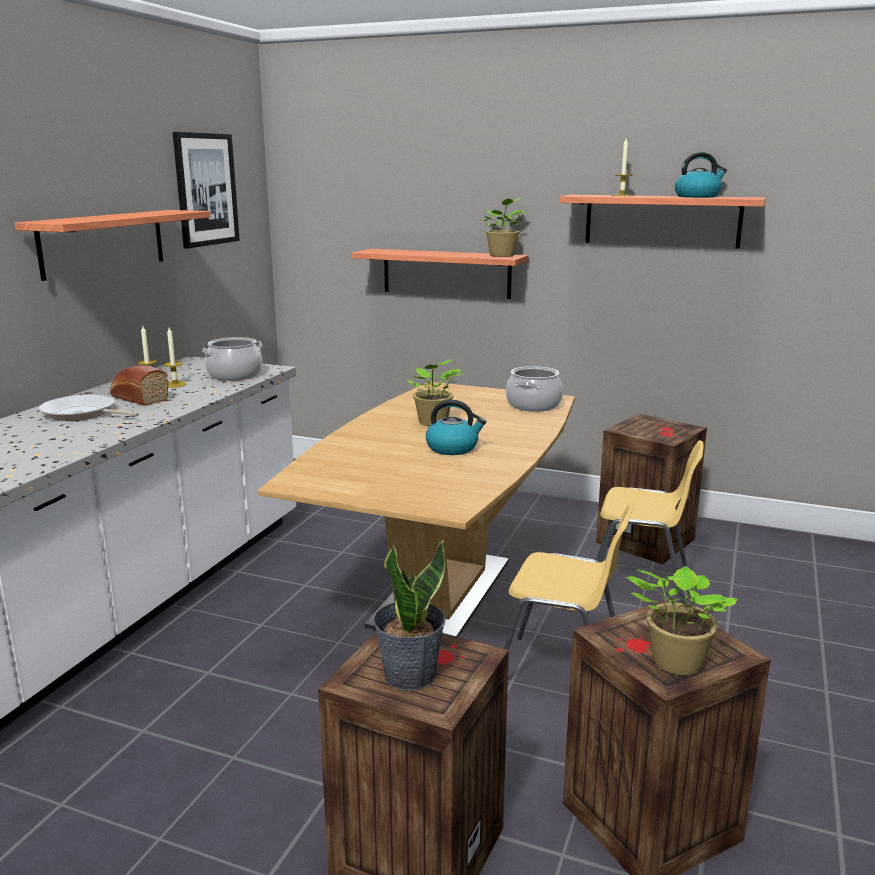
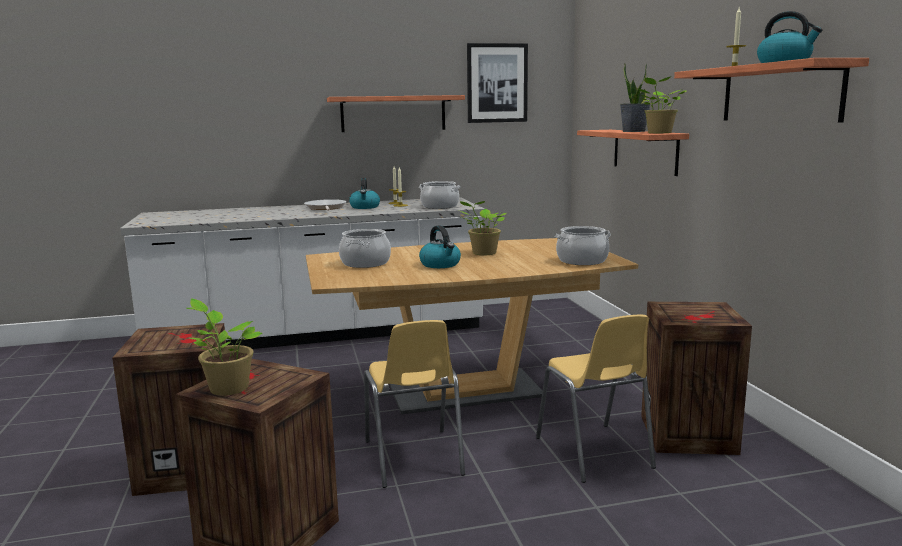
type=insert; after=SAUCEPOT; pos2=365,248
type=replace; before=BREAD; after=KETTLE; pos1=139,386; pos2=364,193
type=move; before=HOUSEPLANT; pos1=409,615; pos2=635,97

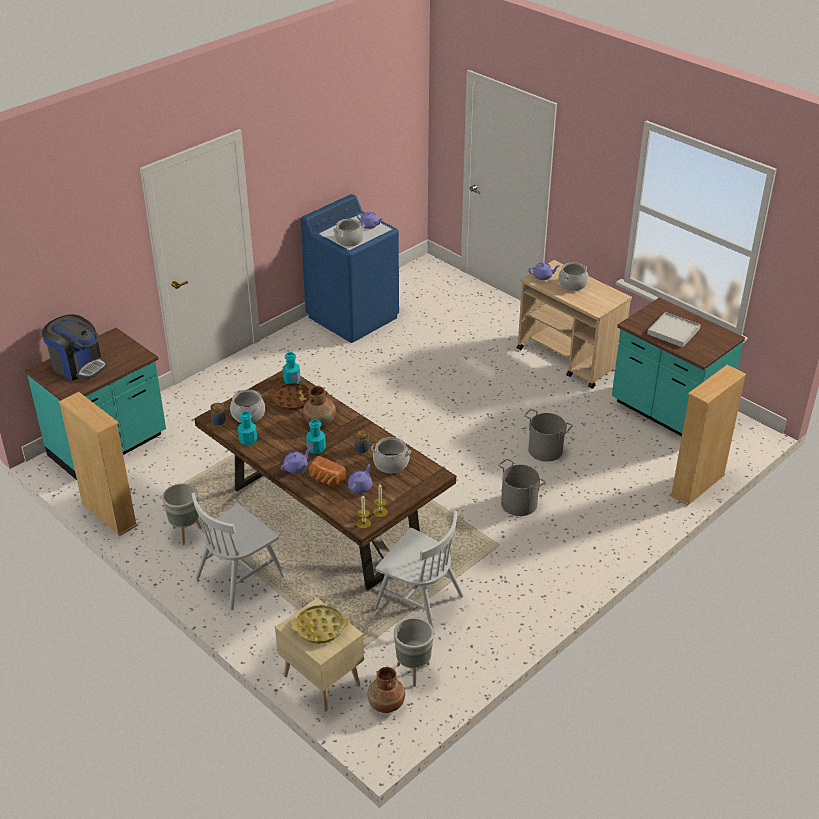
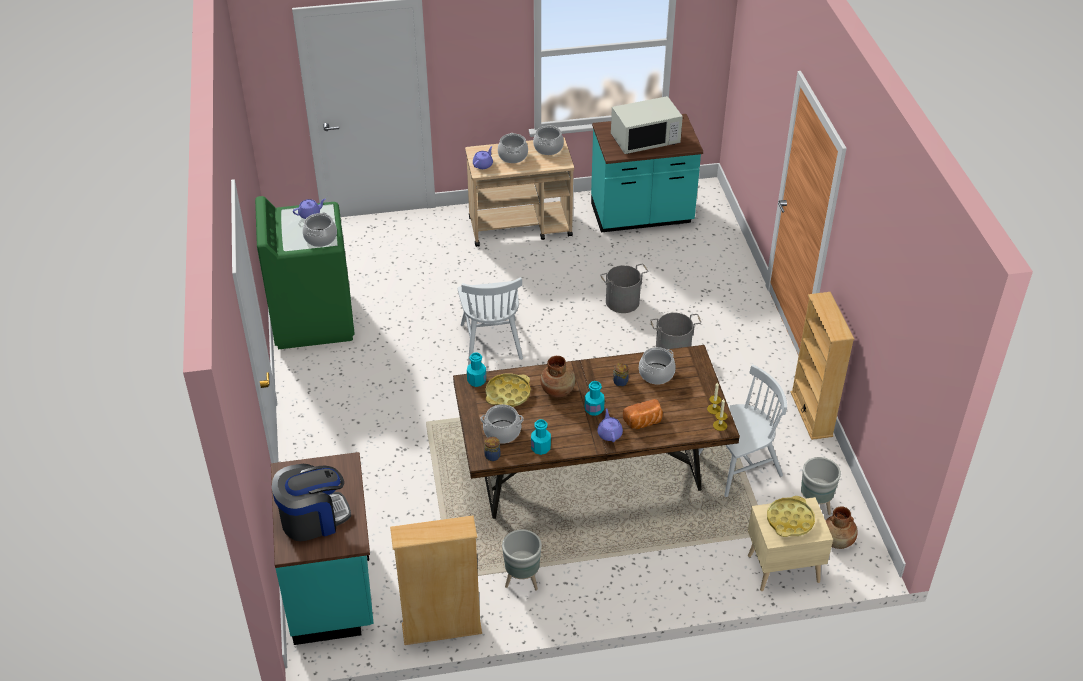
type=recolor; before=BLUISH WASHING MACHINE; after=GREEN WASHING MACHINE; pos1=350,268; pos2=305,273
type=move; before=WHITE CHAIR; pos1=238,551; pos2=490,321
type=recolor; before=BROWN CARRYING TRAY; after=YELLOW-COLOURED CARRYING TRAY; pos1=289,396; pos2=508,390
type=insert; after=SAUCEPOT; pos2=548,140
type=replace; before=WHITE CARRYING TRAY; after=WHITE KITCHEN MICROWAVE; pos1=674,329; pos2=647,125
type=move; before=SAND-COLOURED BOOKCASE; pos1=708,435; pos2=822,366
type=delete; before=PURPLISH TEAPOT; pos1=360,478

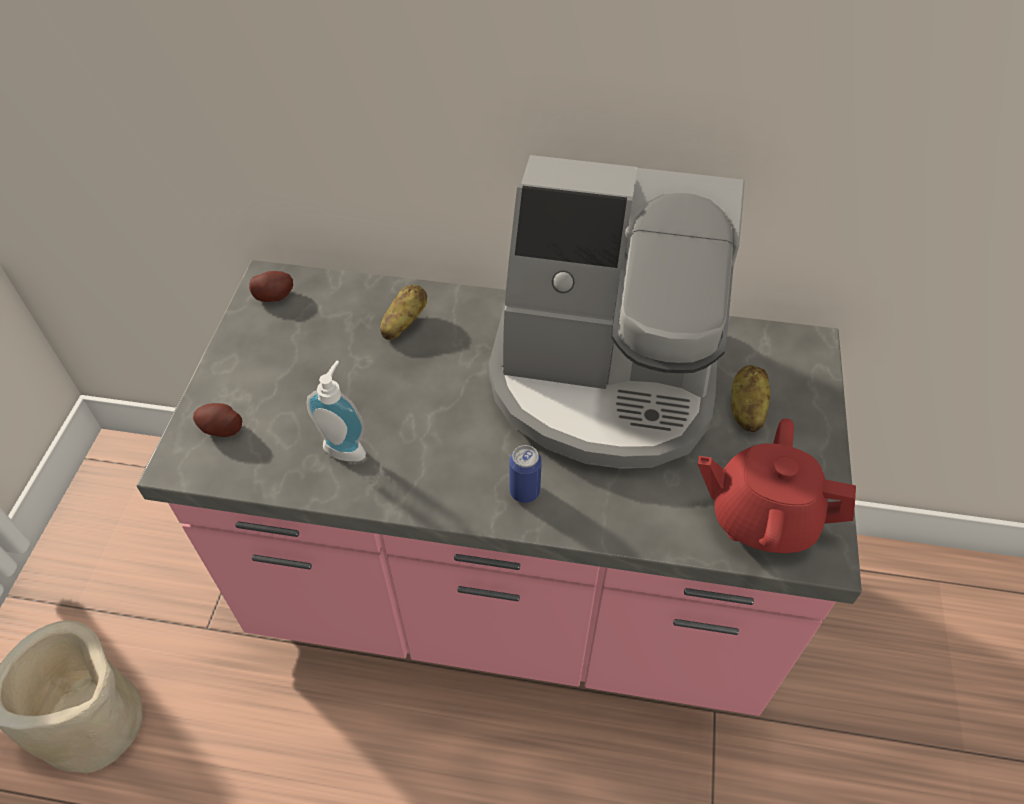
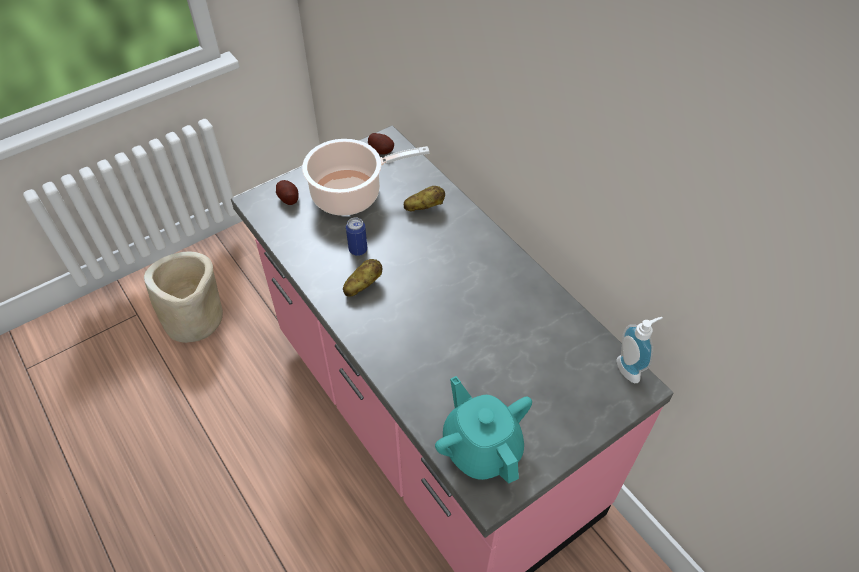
type=insert; after=SAUCEPOT; pos2=366,177
type=move; before=POTATO; pos1=751,398; pos2=362,277
type=move; before=CAN; pos1=525,474; pos2=356,236
type=recolor; before=RED-COLOURED TEAPOT; after=TURQUOISE TEAPOT; pos1=777,486; pos2=483,430
type=move; before=LIQUID SOAP BOTTLE; pos1=336,411; pos2=639,350
type=delete; before=COFFEE BREWER; pos1=617,312

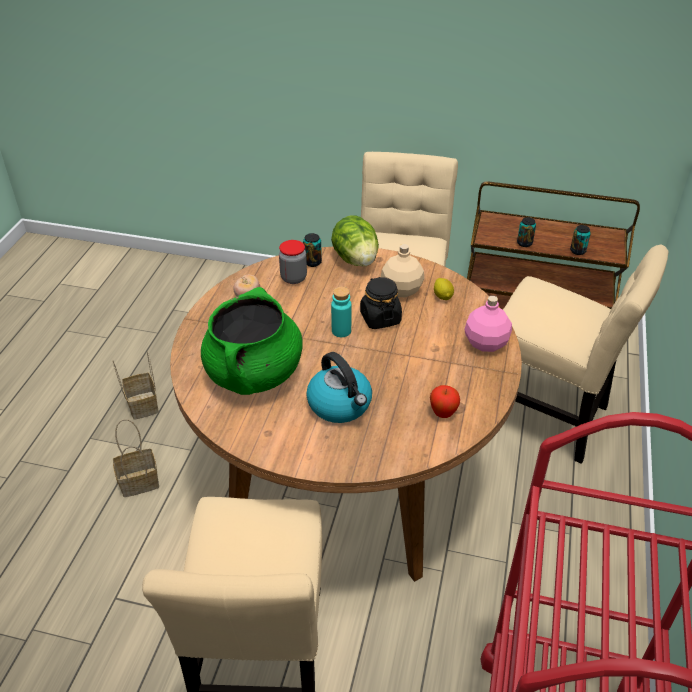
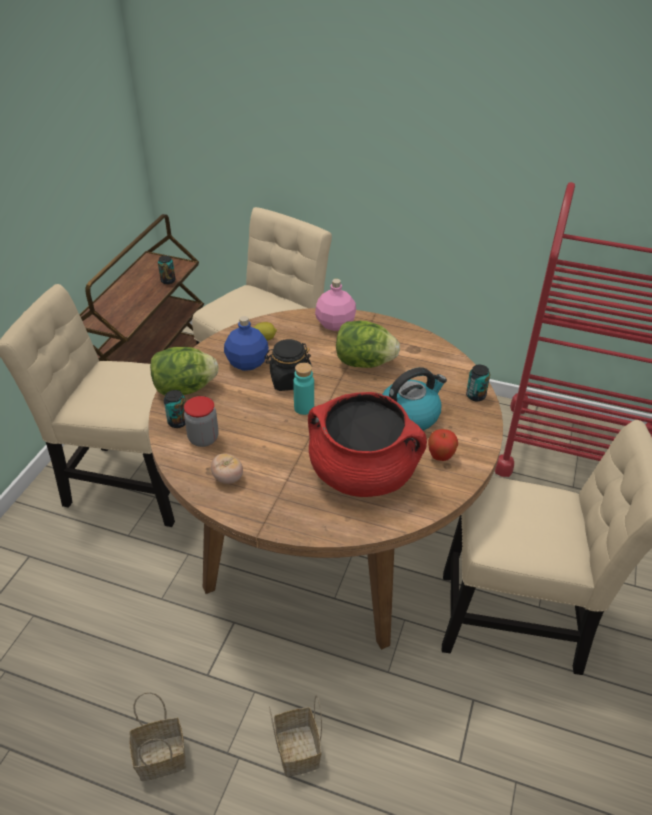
type=recolor; before=SAND-COLOURED DRINK BOTTLE; after=BLUISH DRINK BOTTLE; pos1=402,270; pos2=246,343
type=recolor; before=GREEN SAUCEPOT; after=RED-COLOURED SAUCEPOT; pos1=252,341; pos2=367,444
type=insert; after=HEAD OF LETTUCE; pos2=368,344
type=move; before=APPLE FRUIT; pos1=445,401; pos2=443,445
type=move; before=CAN; pos1=526,232; pos2=478,383

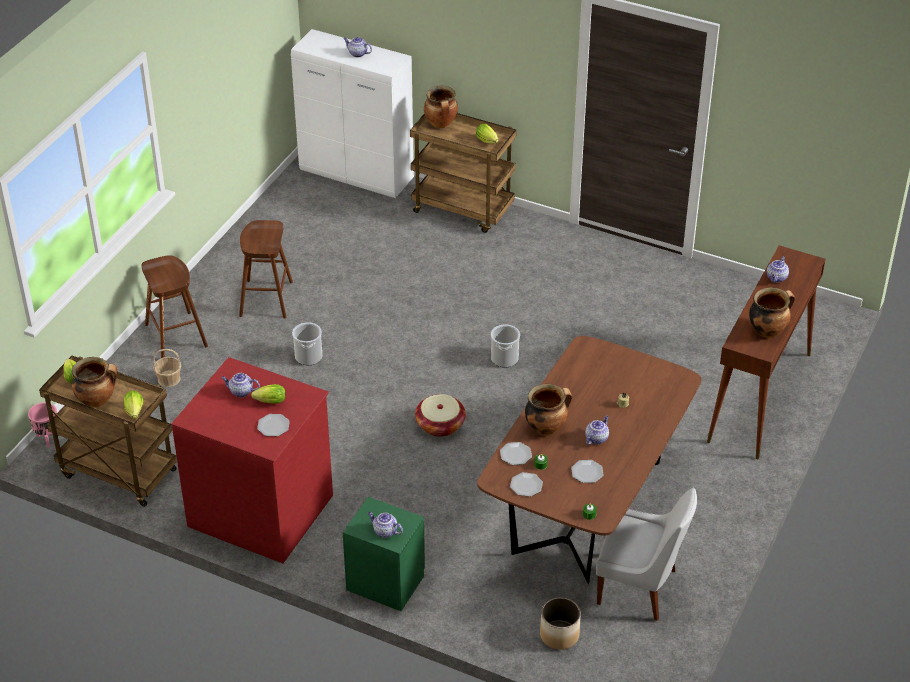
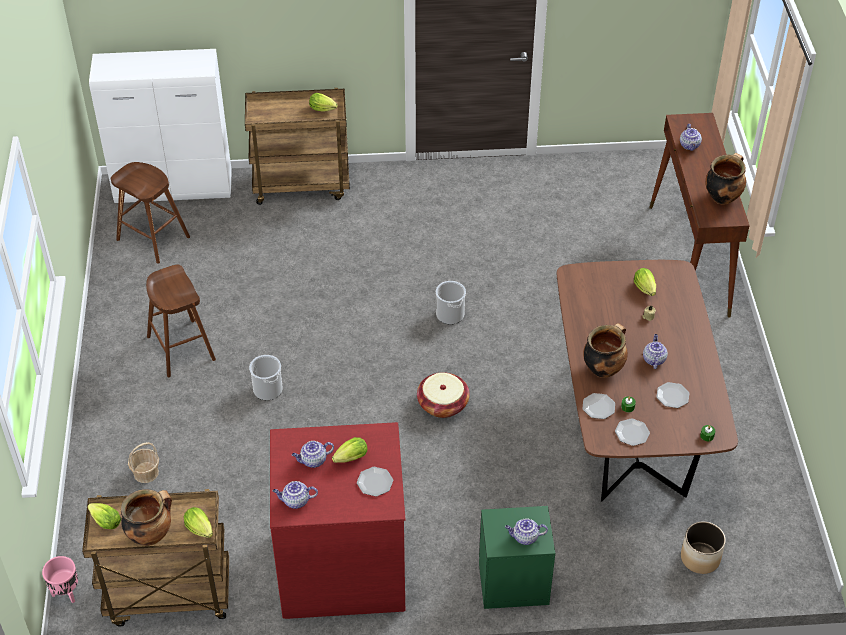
type=move; before=BROWN STOOL SEAT; pos1=174,306; pos2=150,212
type=move; before=TEAPOT; pos1=357,47; pos2=295,495
type=insert; after=HEAD OF LETTUCE; pos2=645,282
type=delete; before=SAUCEPOT; pos1=441,106
type=delete; before=WHITE CHAIR; pos1=646,554

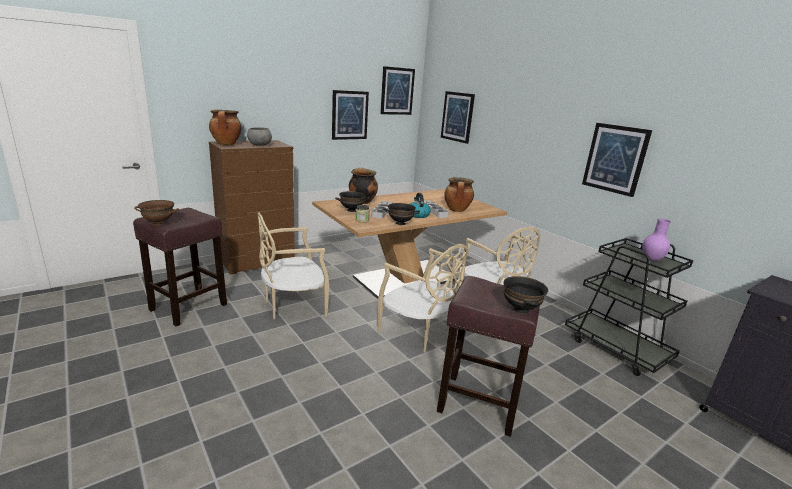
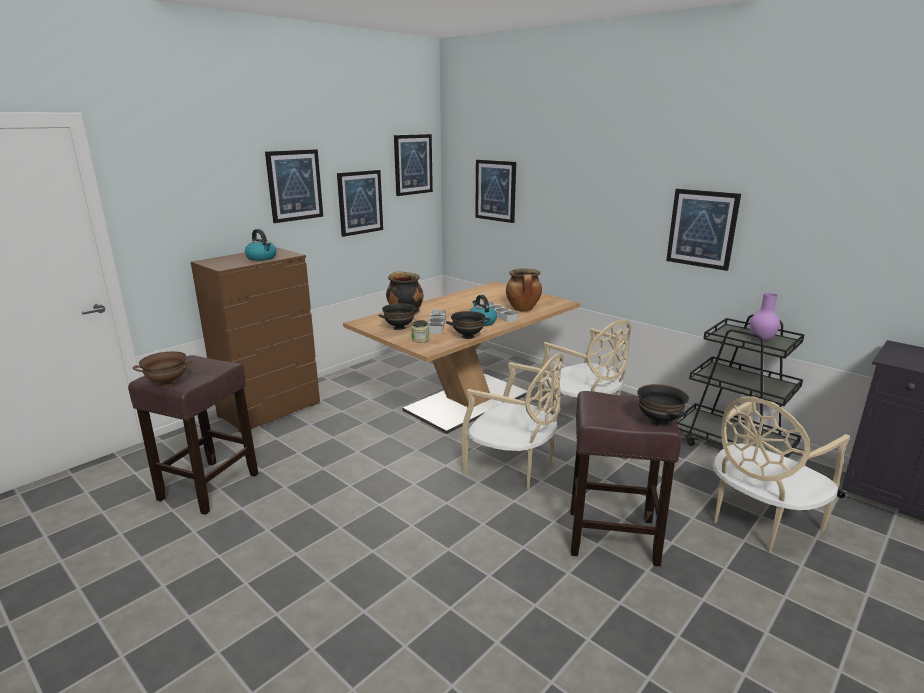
type=replace; before=GRAY BOWL; after=KETTLE; pos1=259,136; pos2=261,245
type=insert; after=PICTURE; pos2=294,186
type=move; before=SAND-COLOURED CHAIR; pos1=293,265; pos2=781,474
type=delete; before=SAUCEPOT; pos1=225,127

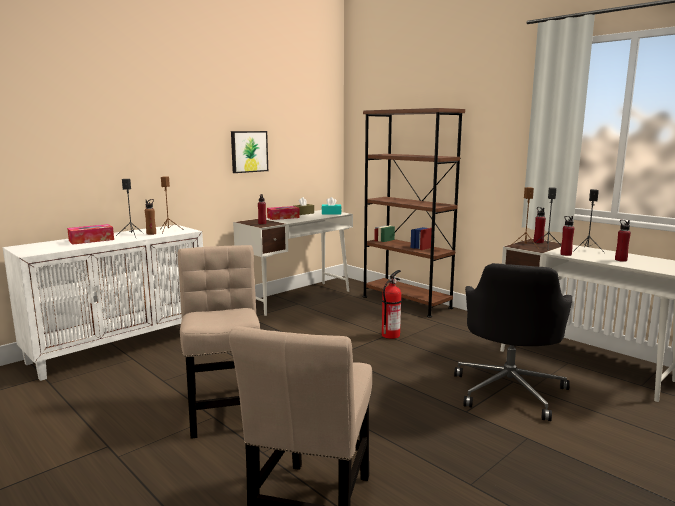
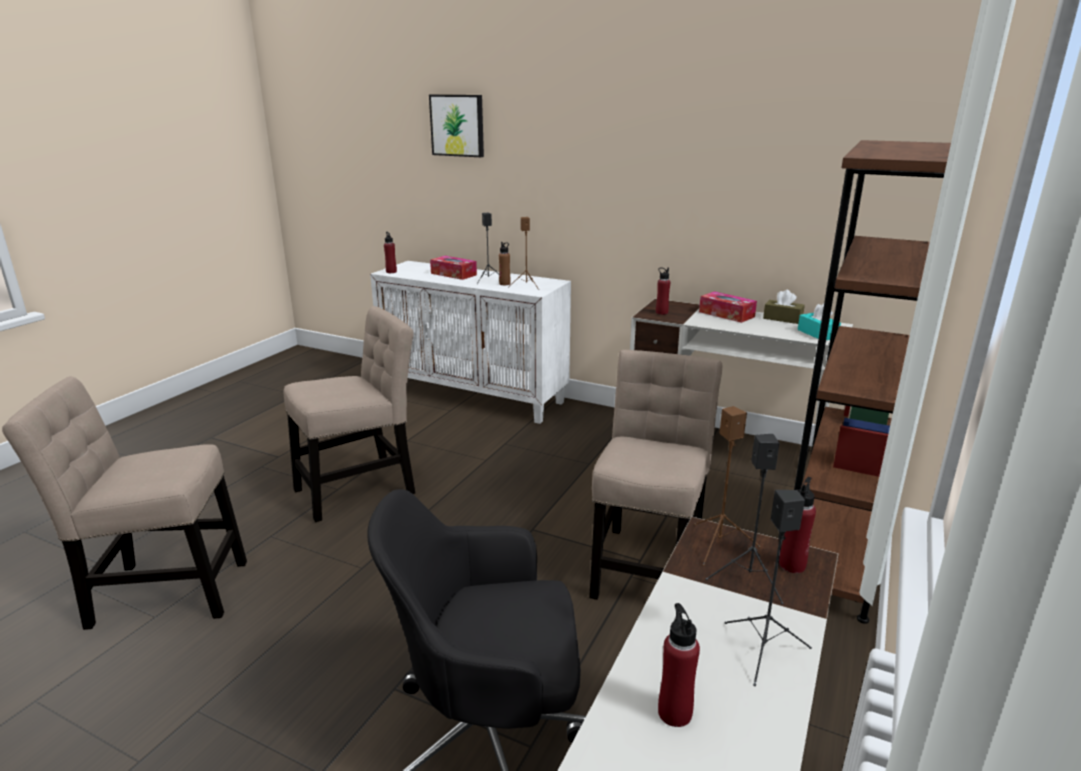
type=move; before=RED-COLOURED DRINK BOTTLE; pos1=567,236; pos2=390,252
type=move; before=PICTURE; pos1=249,152; pos2=456,125
type=replace; before=EXTINGUISHER; after=SAND-COLOURED CHAIR; pos1=391,304; pos2=655,475

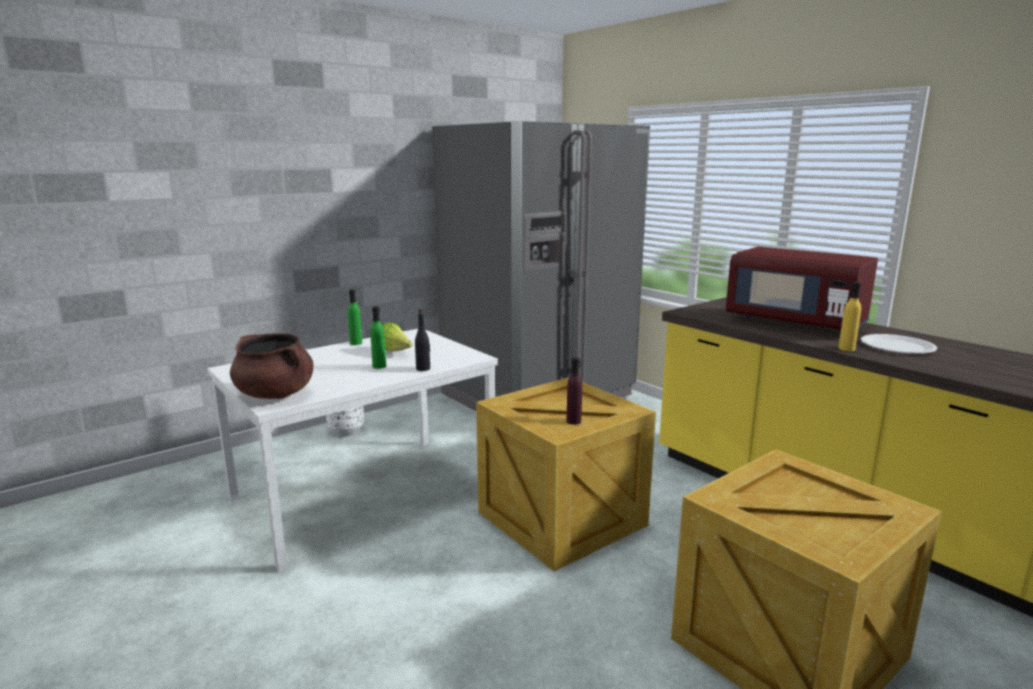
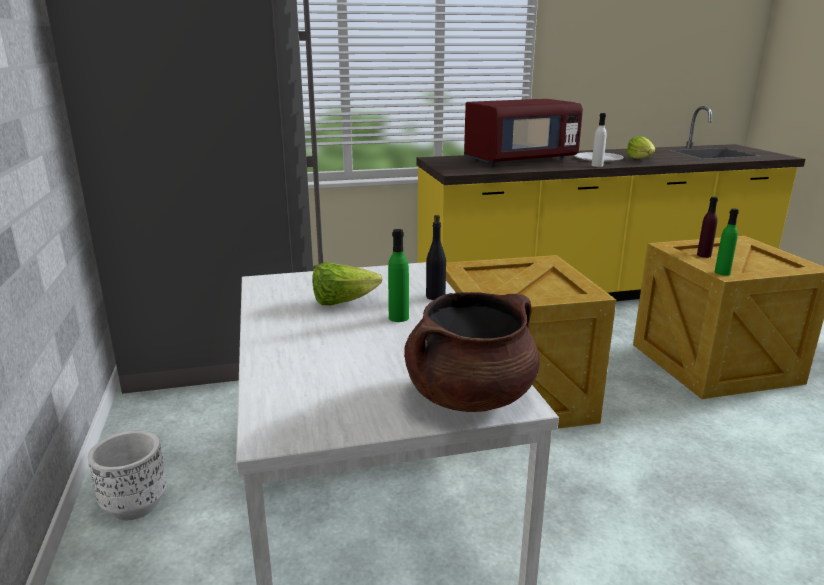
type=recolor; before=YELLOW-COLOURED DRINK BOTTLE; after=WHITE DRINK BOTTLE; pos1=849,316; pos2=599,140
type=insert; after=HEAD OF LETTUCE; pos2=641,147
type=move; before=PURPLISH DRINK BOTTLE; pos1=574,391; pos2=707,227
type=move; before=GREEN DRINK BOTTLE; pos1=355,317; pos2=727,241

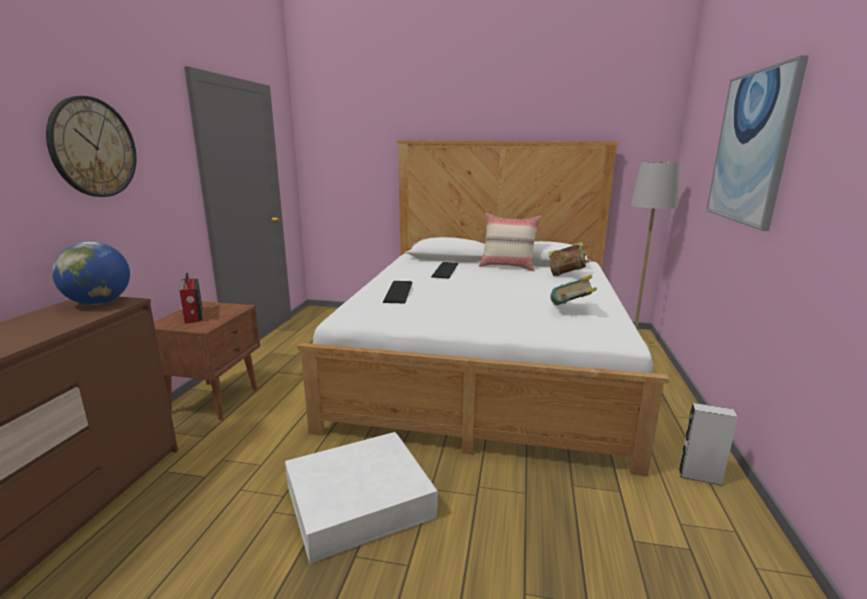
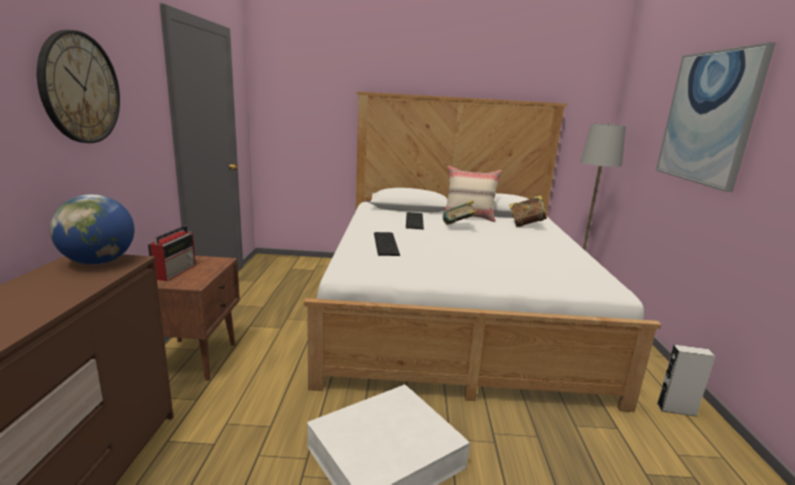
type=rotate; before=RADIO SET; pos1=191,298; pos2=172,253; turn=-135
type=move; before=VOLUME; pos1=573,290; pos2=460,212

